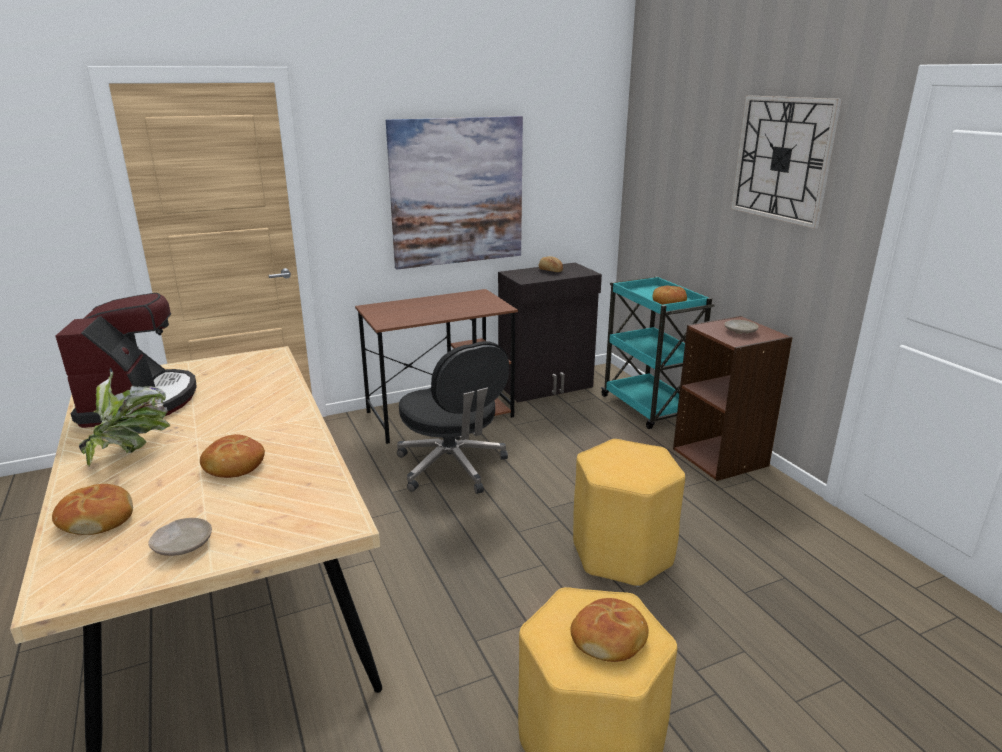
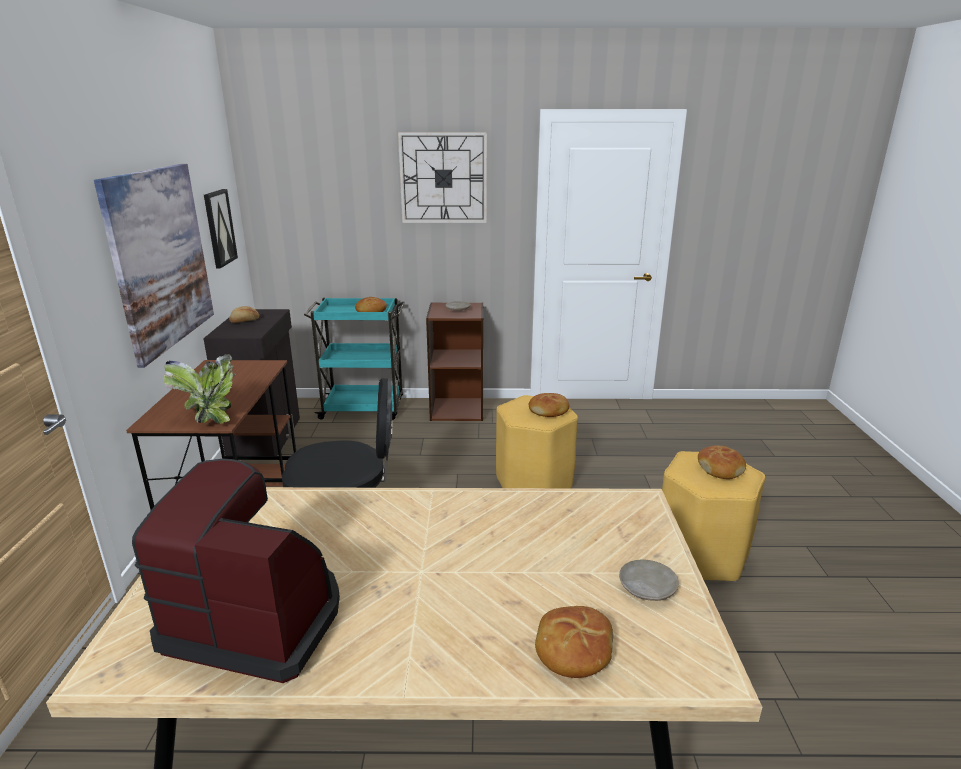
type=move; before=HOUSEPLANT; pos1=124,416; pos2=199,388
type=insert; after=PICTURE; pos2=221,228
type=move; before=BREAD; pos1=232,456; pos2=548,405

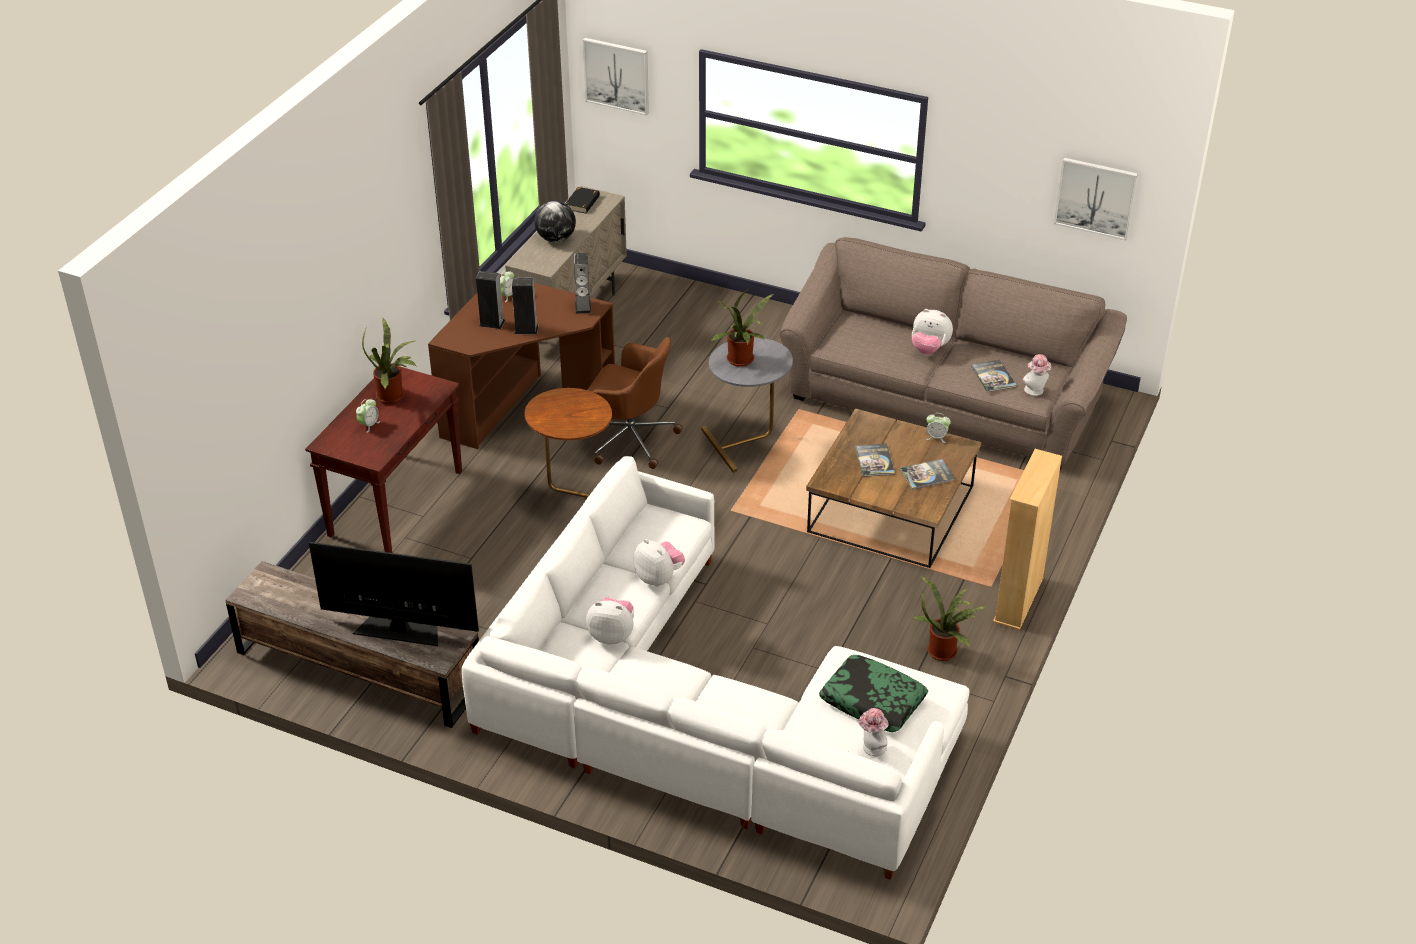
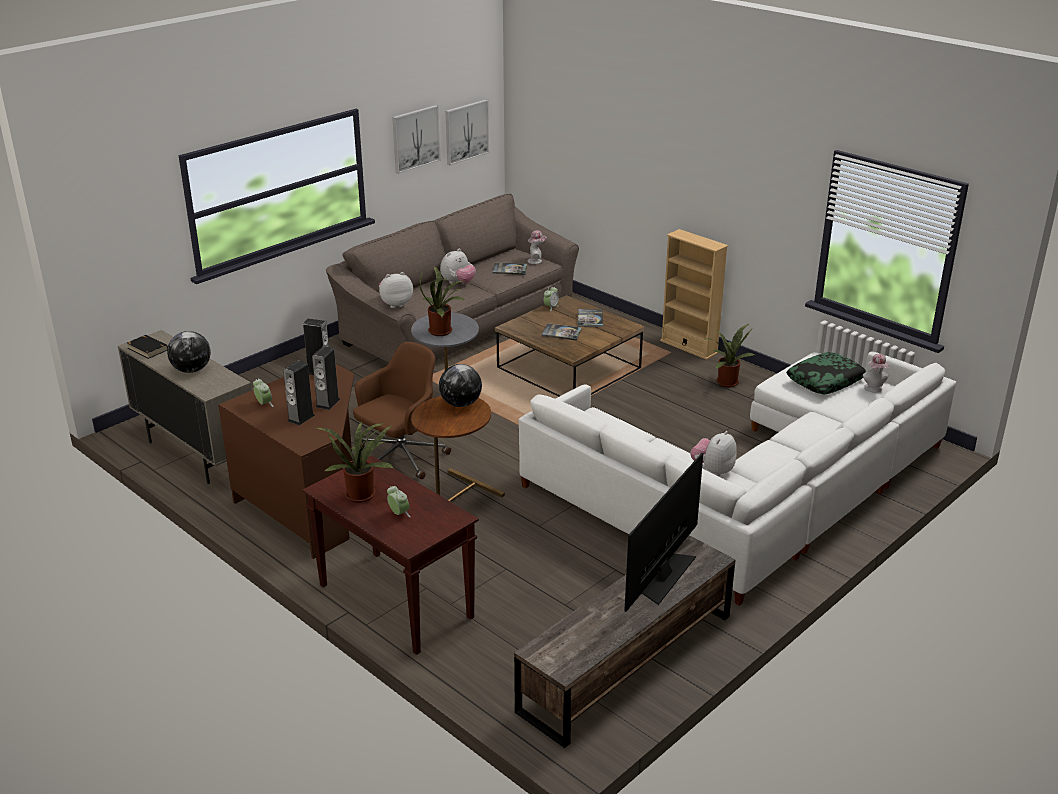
type=move; before=CUDDLY TOY; pos1=659,563; pos2=396,290
type=move; before=PICTURE; pos1=616,77; pos2=416,139
type=insert; after=GLOBE; pos2=460,385

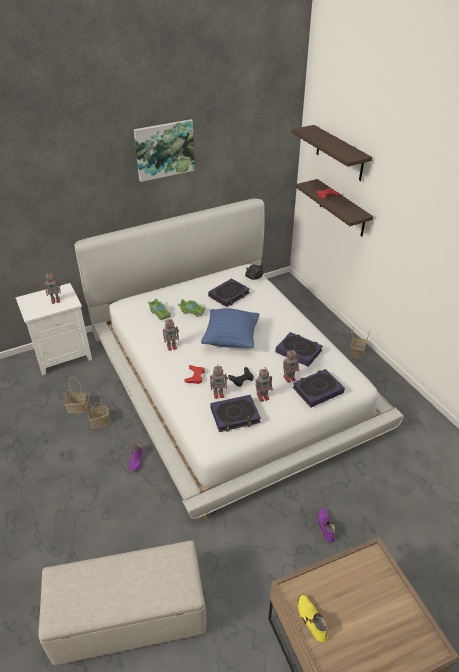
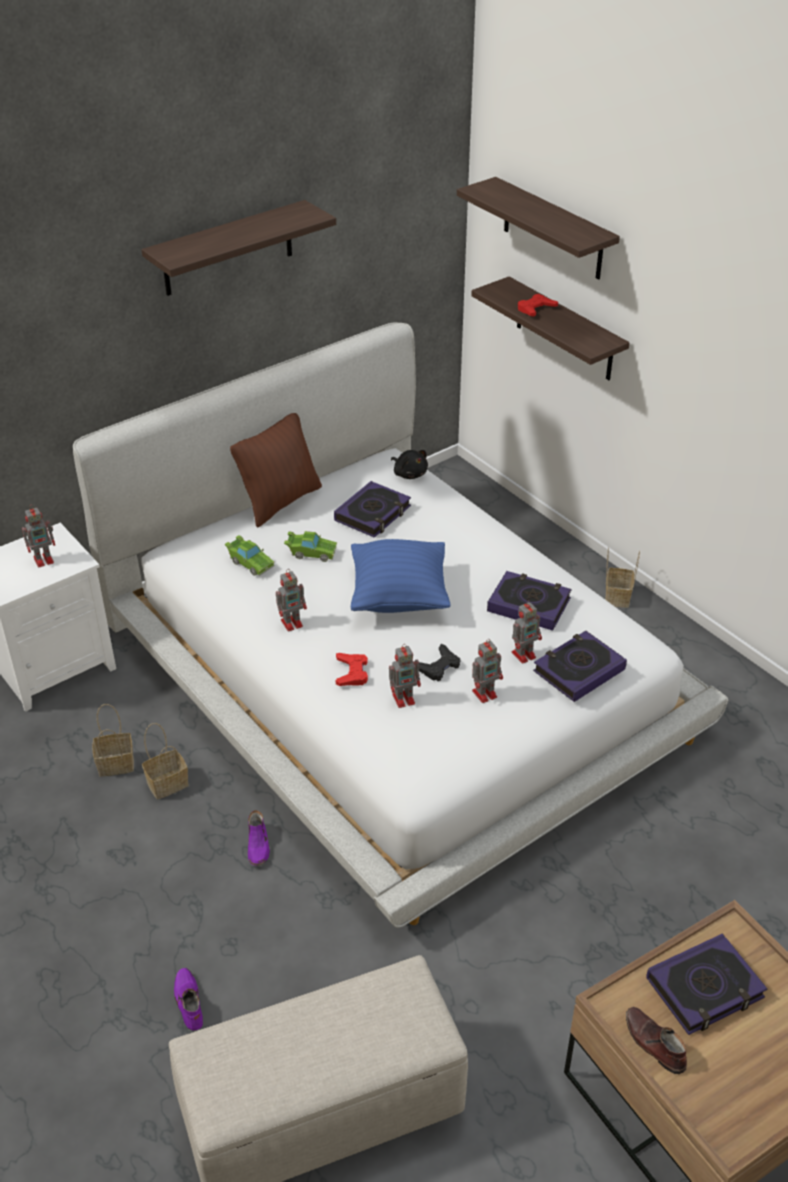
type=replace; before=PICTURE; after=WALL SHELF; pos1=164,150; pos2=238,248
type=move; before=PURPLISH ITEM OF FOOTWEAR; pos1=326,525; pos2=188,999
type=insert; after=BROWN THROW PILLOW; pos2=276,470
type=recolor; before=YELLOW-COLOURED ITEM OF FOOTWEAR; after=BROWN ITEM OF FOOTWEAR; pos1=313,619; pos2=656,1040
type=move; before=VOLUME; pos1=235,413; pos2=706,984

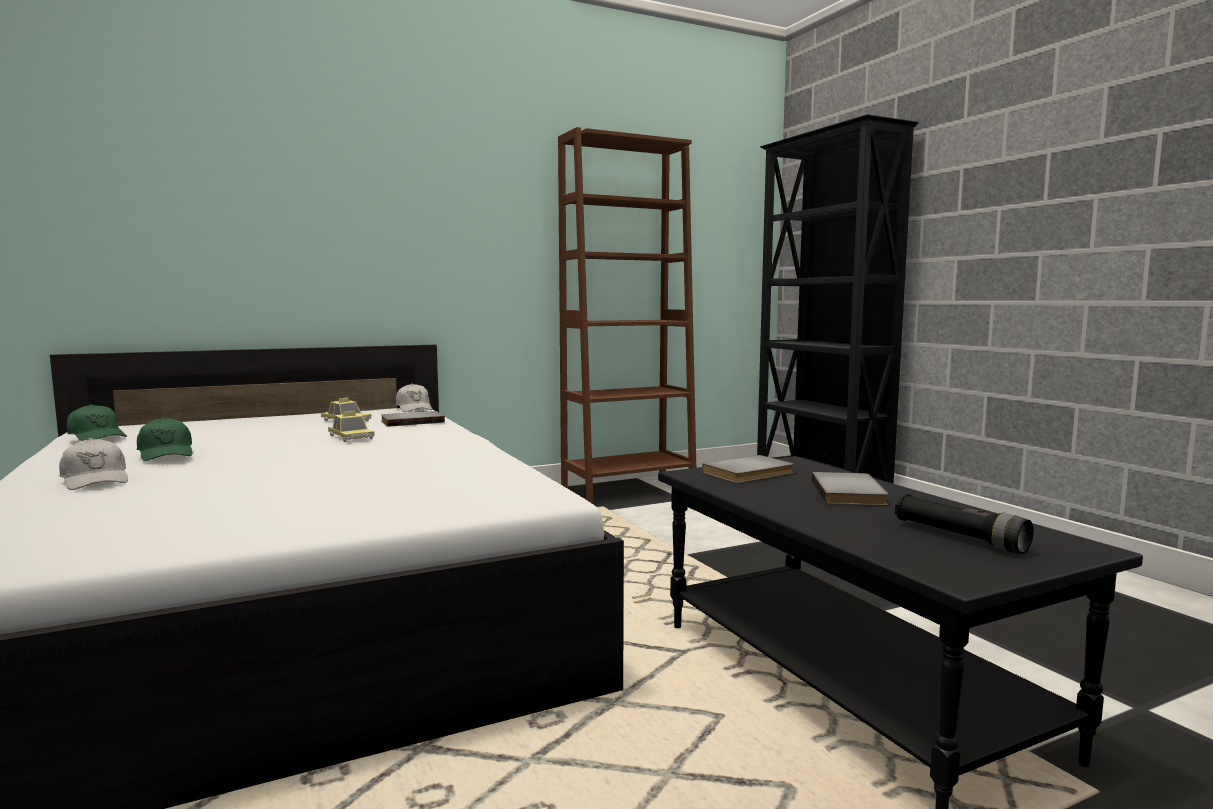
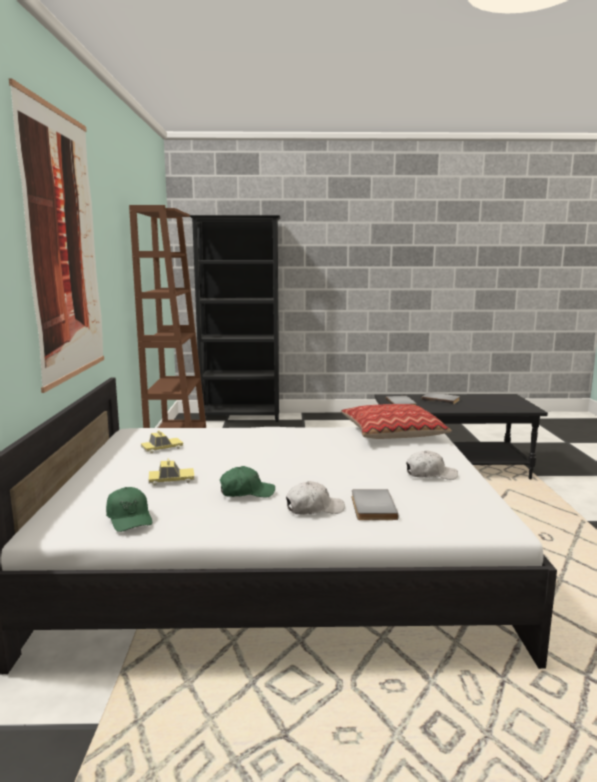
type=insert; after=PICTURE; pos2=56,235
type=rotate; before=GREEN PEAKED CAP; pos1=96,422; pos2=129,509; turn=90
type=move; before=MODEL CAR; pos1=351,426; pos2=171,472
type=insert; after=THROW PILLOW; pos2=396,421
type=move; before=GRAY VOLUME; pos1=413,419; pos2=375,504
type=move; before=WHITE PEAKED CAP; pos1=414,397; pos2=432,465
type=delete; before=BLACK-COLOURED HAND TORCH; pos1=964,523

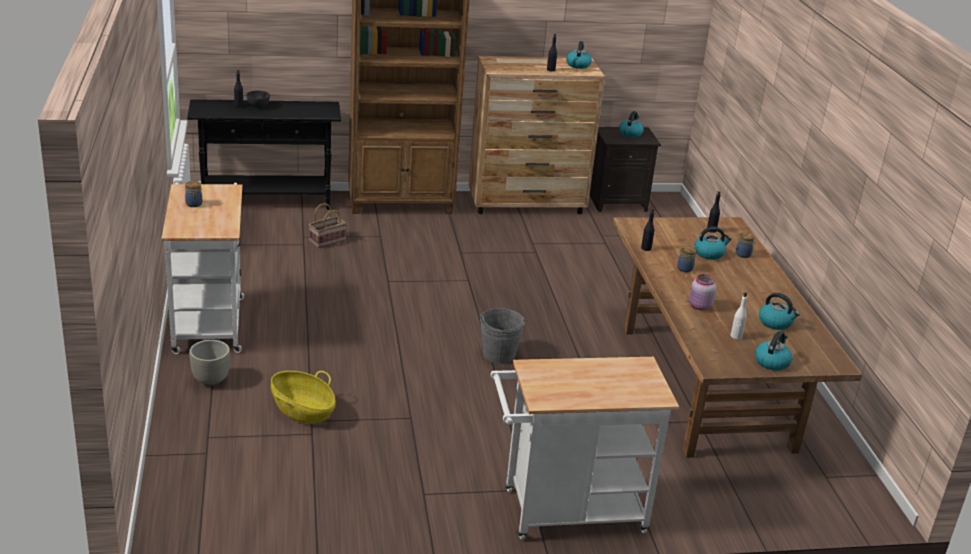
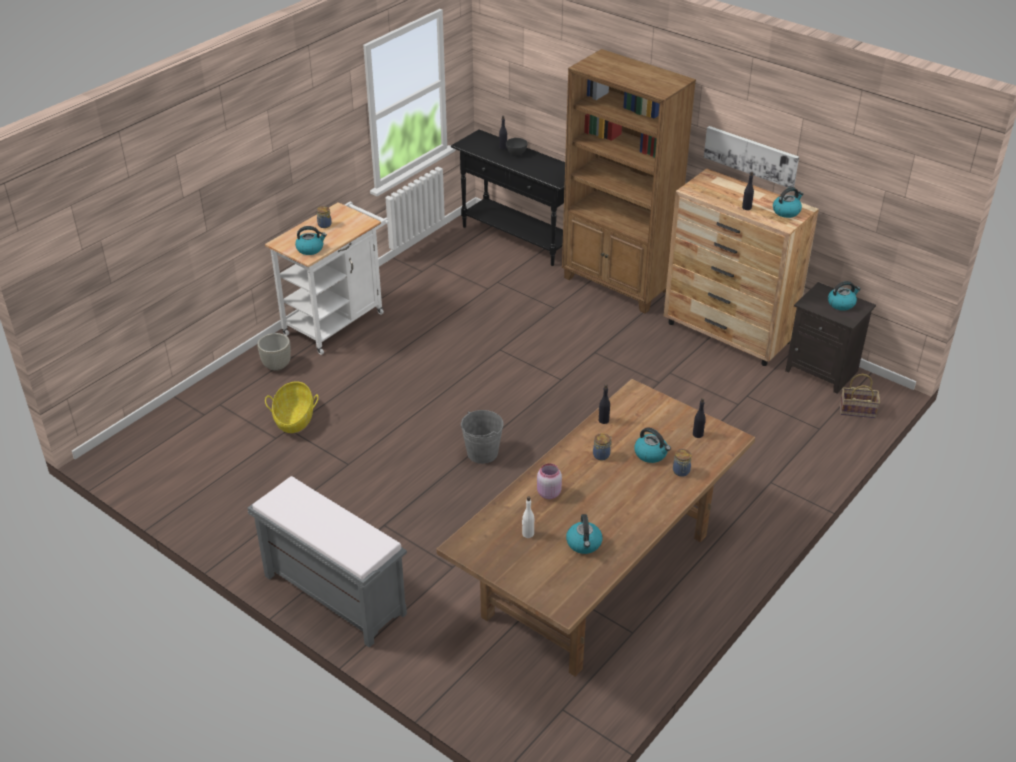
type=replace; before=WHITE TROLLEY; after=GRAY BENCH; pos1=585,448; pos2=327,562
type=move; before=KETTLE; pos1=773,351; pos2=311,240
type=insert; after=PICTURE; pos2=751,157
type=move; before=HOUSEHOLD BASKET; pos1=328,225; pos2=860,396

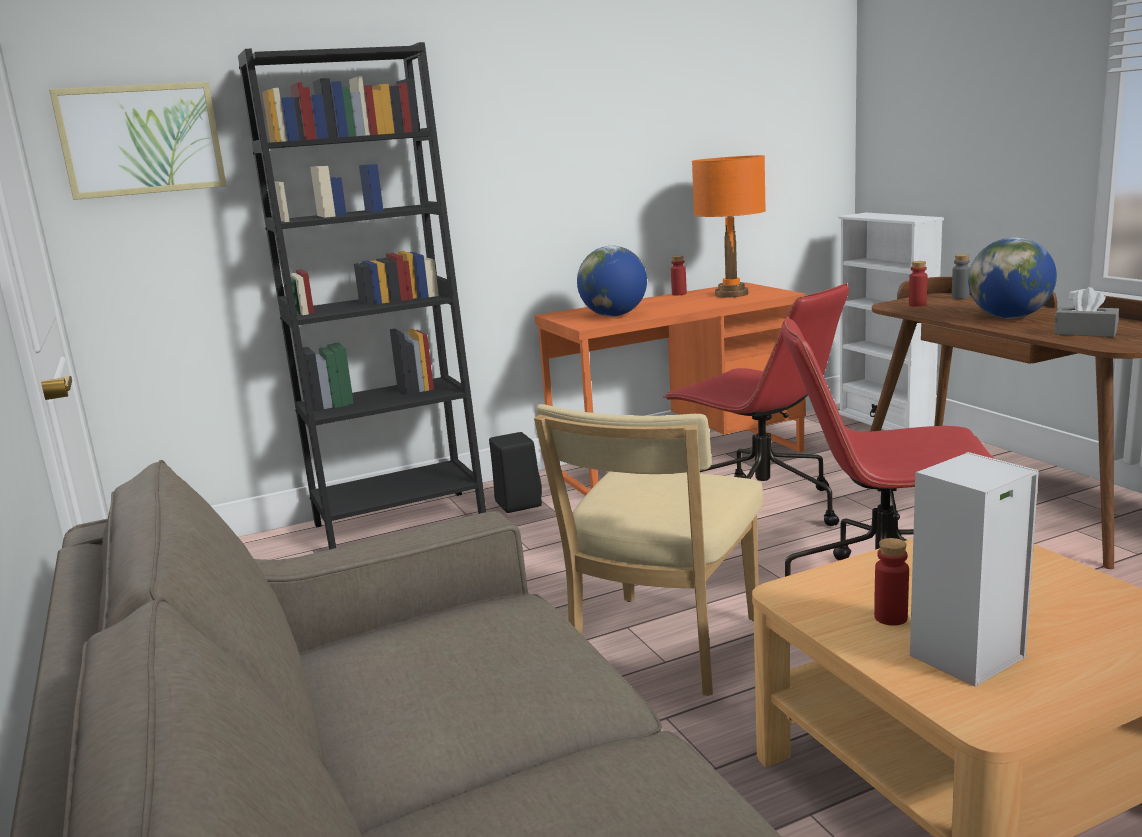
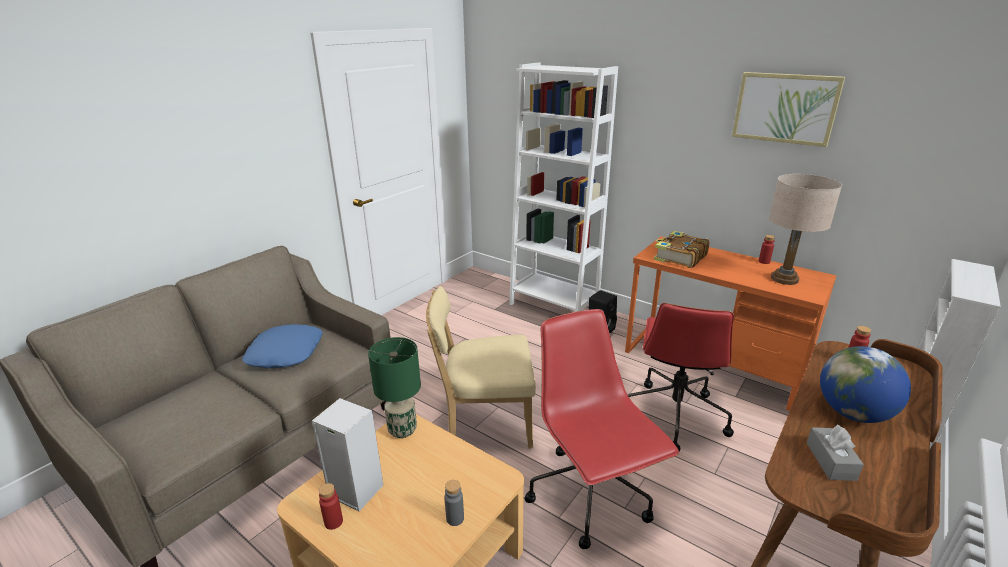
type=insert; after=BLUISH THROW PILLOW; pos2=282,346
type=move; before=RED-COLOURED DRINK BOTTLE; pos1=891,582; pos2=331,506
type=insert; after=GREEN TABLETOP LAMP; pos2=394,387
type=move; before=GRAY DRINK BOTTLE; pos1=961,276; pos2=454,503
type=recolor; before=BLACK-COLOURED BOOKCASE; after=WHITE BOOKCASE; pos1=362,296; pos2=563,187
type=replace; before=GLOBE; after=VOLUME; pos1=612,281; pos2=682,249
type=move; before=PICTURE; pos1=138,140; pos2=788,109
type=recolor; before=ORANGE TABLETOP LAMP; after=SAND-COLOURED TABLETOP LAMP; pos1=729,226; pos2=805,229

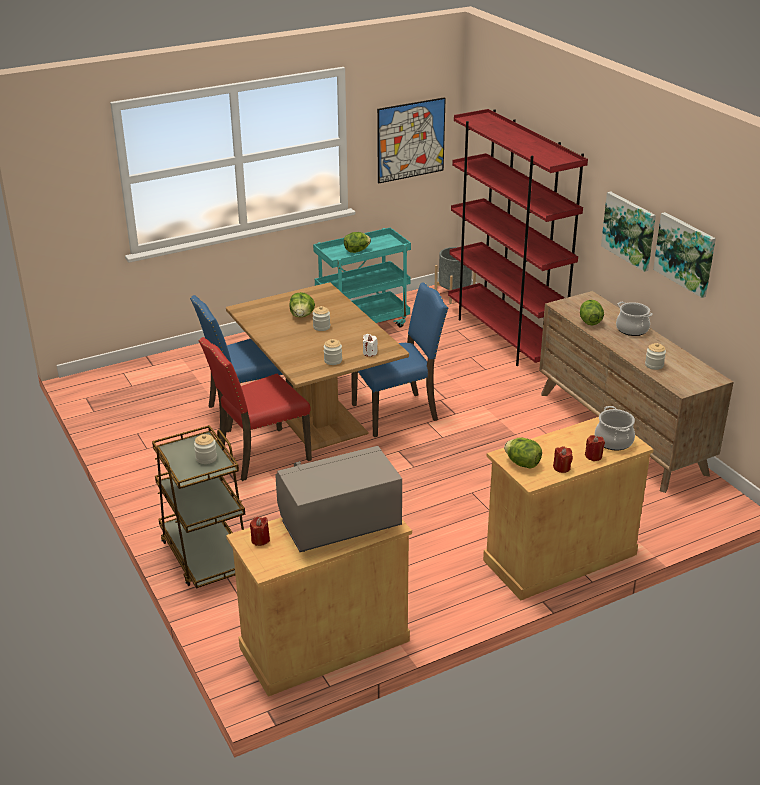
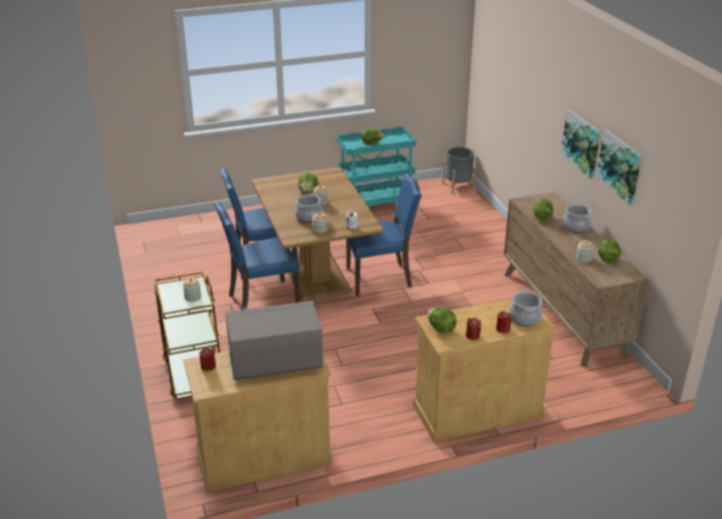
type=recolor; before=RED-COLOURED CHAIR; after=BLUISH CHAIR; pos1=255,409; pos2=257,255
type=insert; after=SAUCEPOT; pos2=308,207
type=insert; after=HEAD OF LETTUCE; pos2=609,251
type=delete; before=PICTURE; pos1=411,140
type=delete; before=RED-COLOURED BOOKCASE; pos1=518,237

